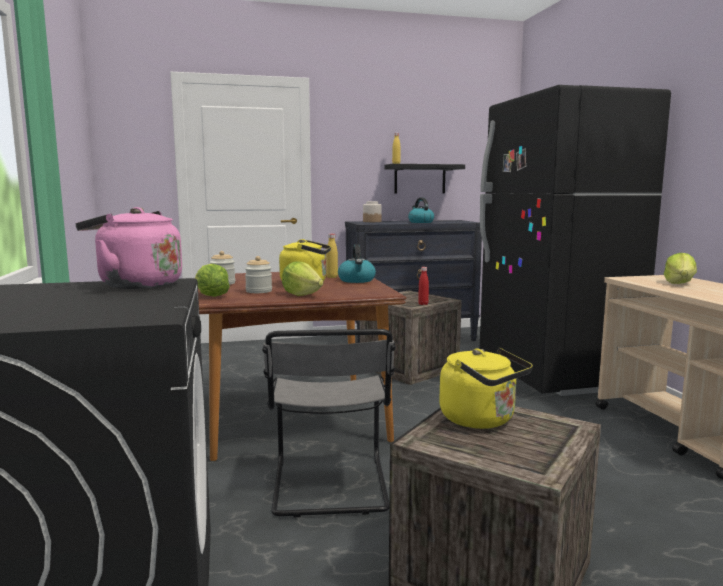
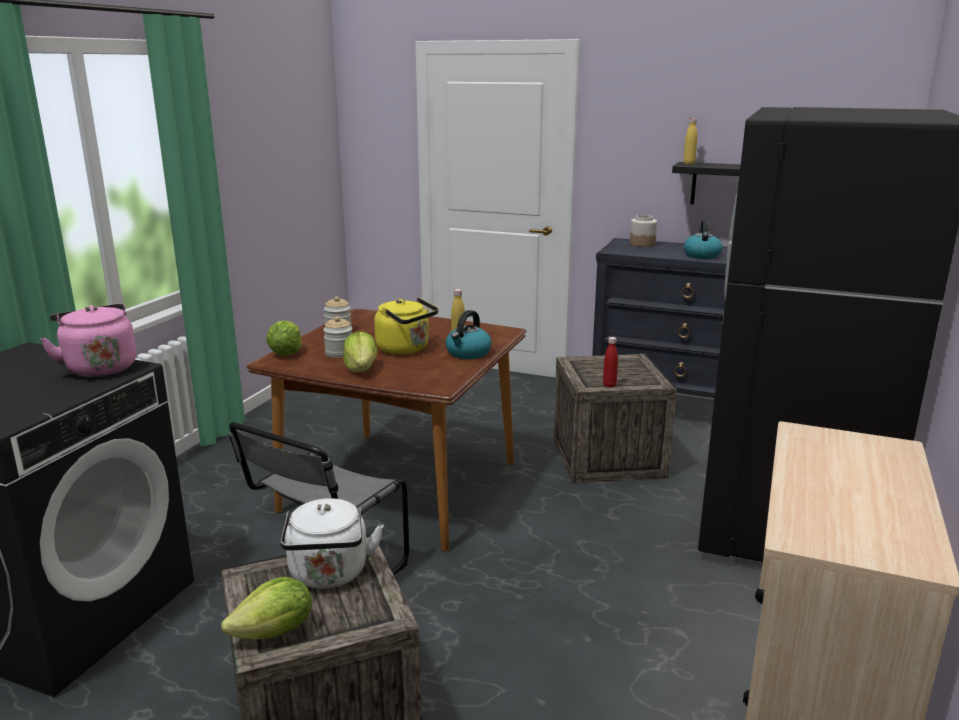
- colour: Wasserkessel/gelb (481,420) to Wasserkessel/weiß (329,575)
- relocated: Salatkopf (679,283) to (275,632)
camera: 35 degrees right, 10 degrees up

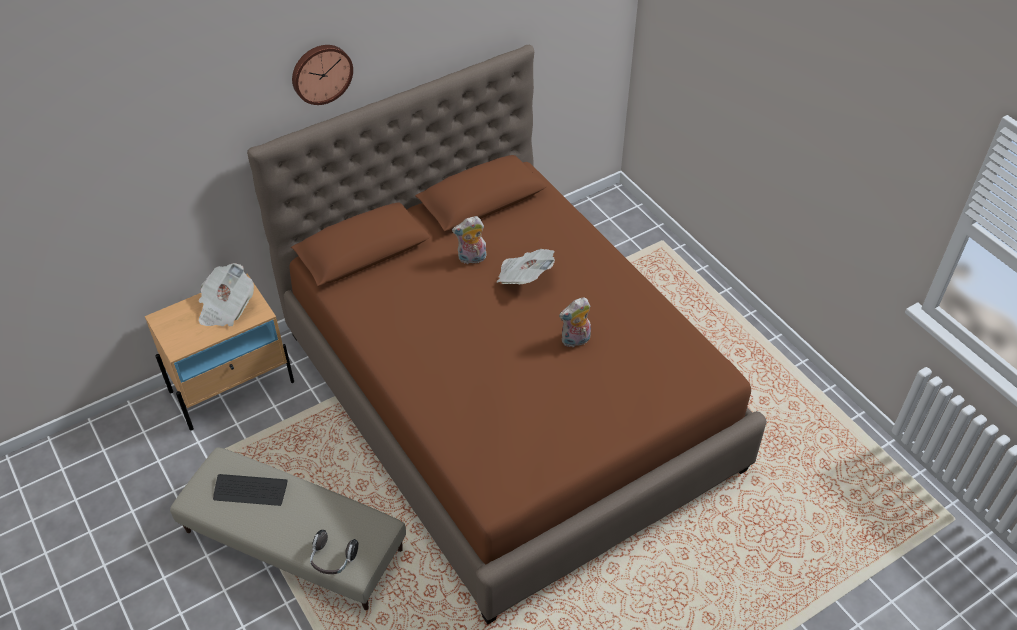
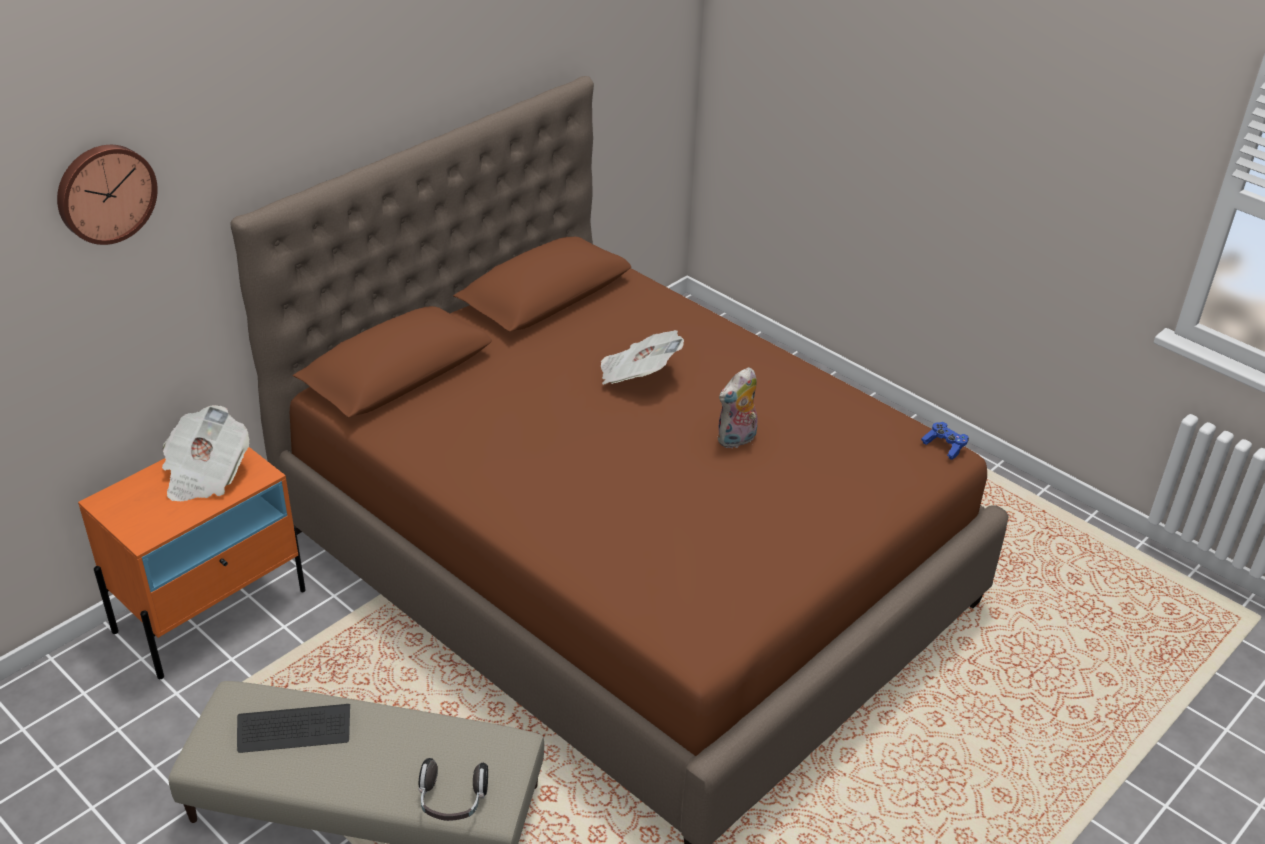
- colour: Nachttisch/beige (232,386) to Nachttisch/orange (211,610)
- relocated: Wanduhr (321,73) to (105,192)
- missing: Plüschtier (471,259)
- appeared: Gamepad/blau (944,446)
camera: 15 degrees left, 10 degrees down

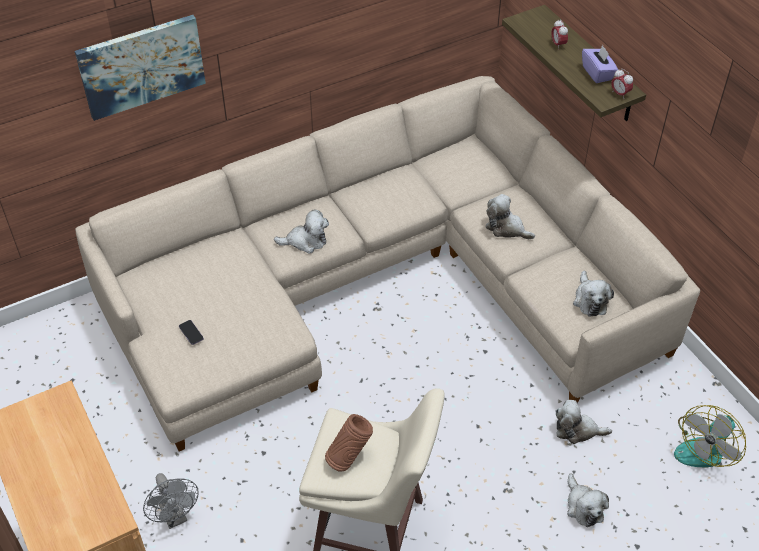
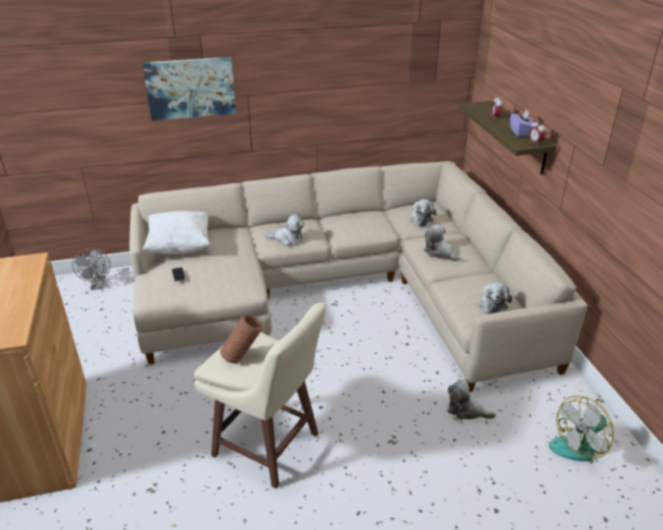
- relocated: Ventilator/grau (175,517) to (98,286)
- relocated: Plüschtier (583,506) to (421,219)
- appeared: Kissen/weiß (180,246)
camera: 15 degrees right, 15 degrees down

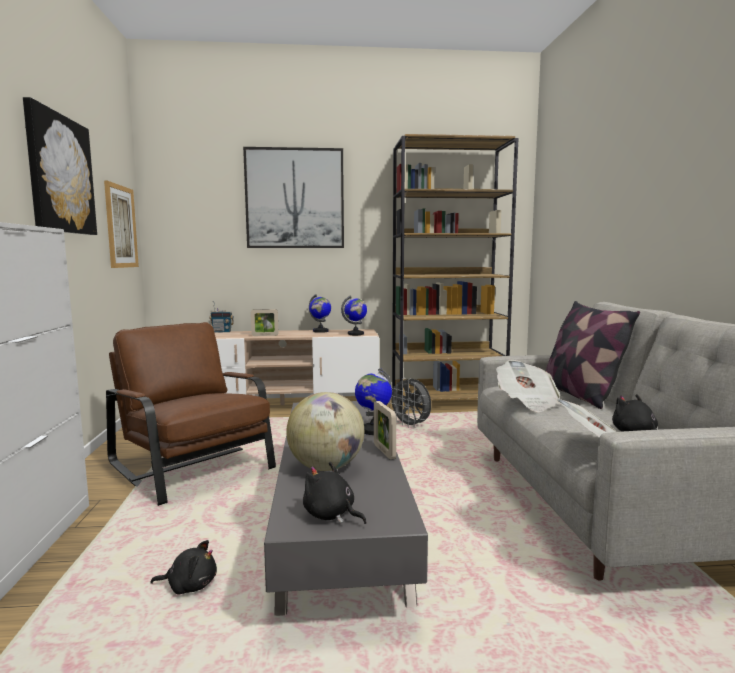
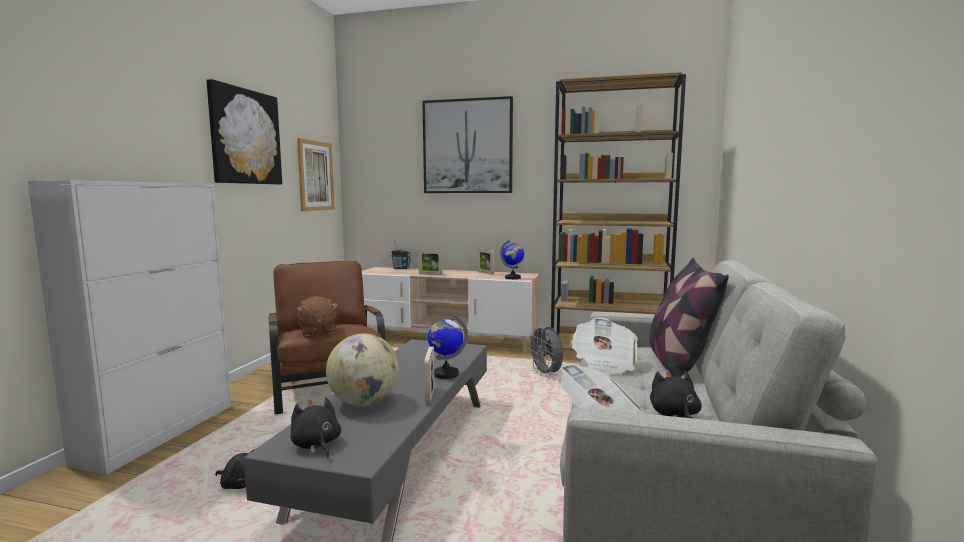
- exchanged: Globus (320,331) to Bilderrahmen (485,273)
- appeared: Plüschtier/braun (317,331)
camera: 20 degrees right, 0 degrees up

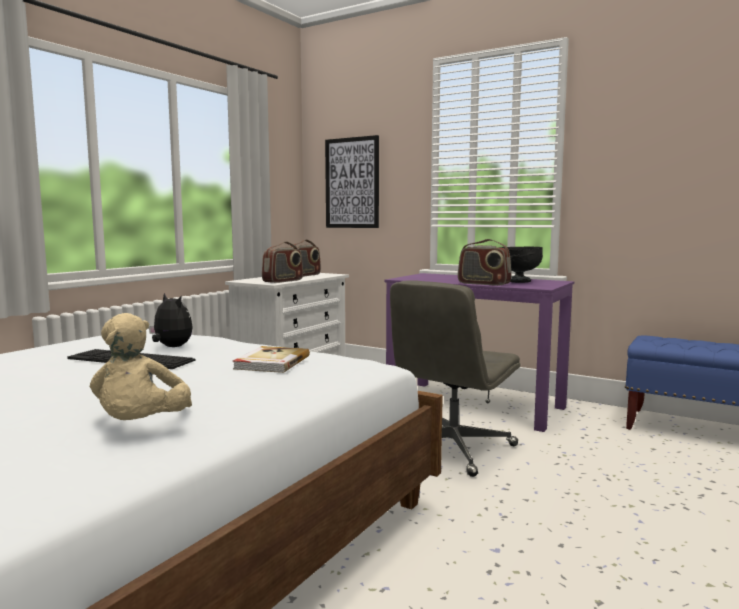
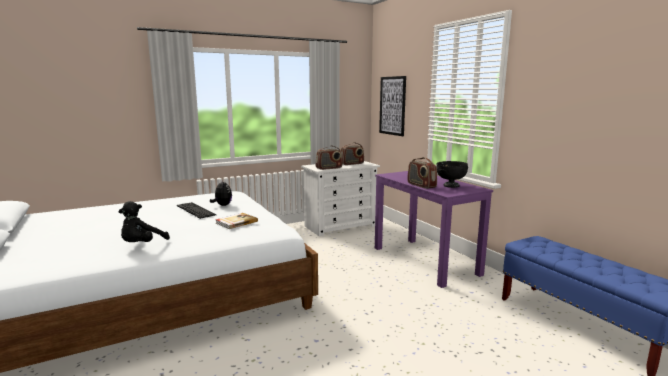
- colour: Plüschtier/beige (141,427) to Plüschtier/schwarz (142,245)
- missing: Bürostuhl/grau (452,449)
camera: 30 degrees right, 5 degrees up

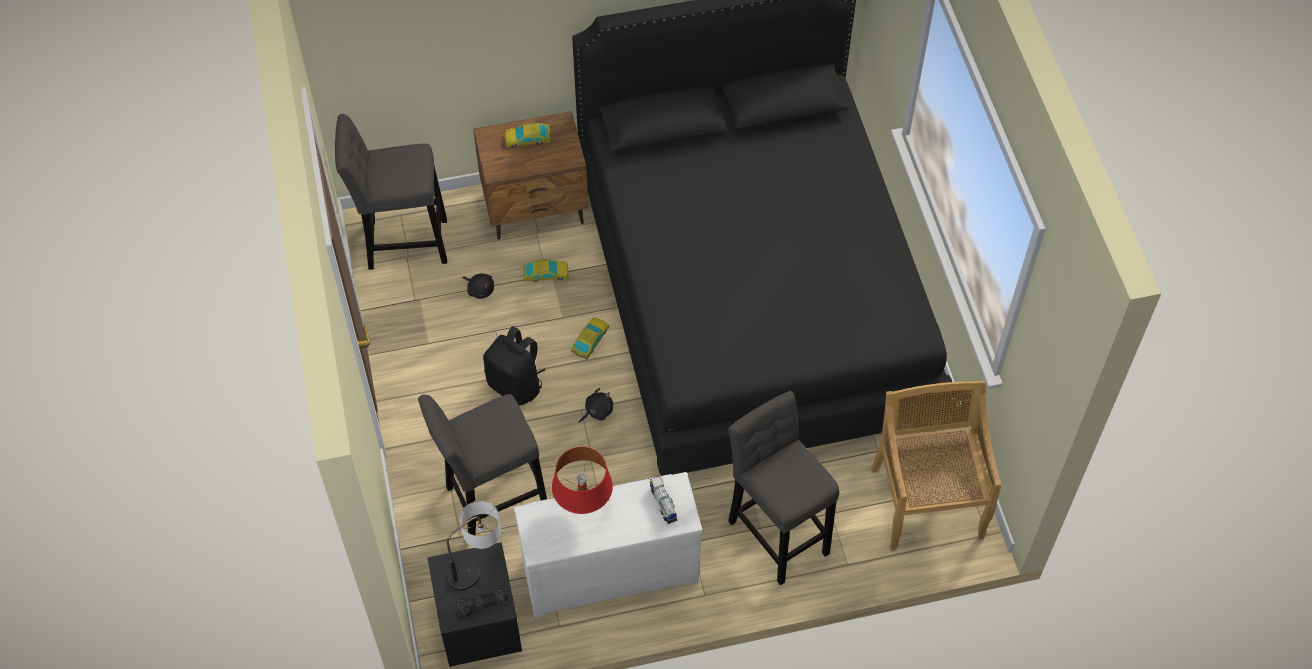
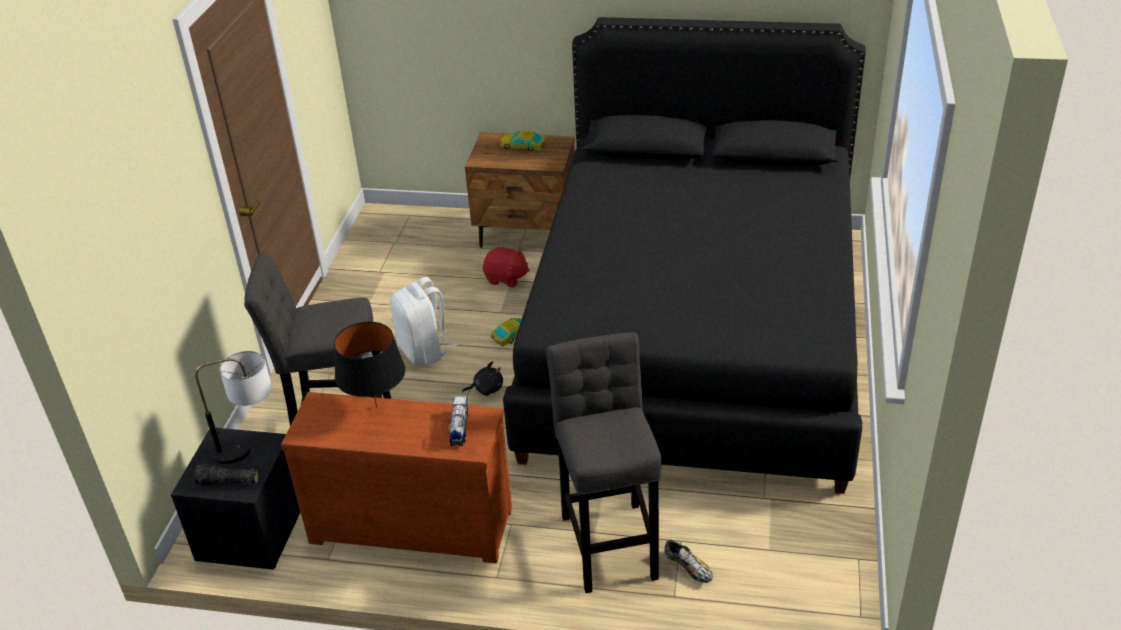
- missing: Hocker/grau (402,243)
- missing: Plüschtier/schwarz (480,290)
- colour: Rucksack/schwarz (516,385) to Rucksack/weiß (424,350)
- colour: Kommode/weiß (609,567) to Kommode/braun (412,521)
- exchanged: Spielzeugauto (546,273) to Plüschtier/rot (506,278)
- colour: Tischlampe/rot (583,505) to Tischlampe/schwarz (376,407)
- missing: Stuhl/beige (926,500)
- appeared: Schuh (688,568)
camera: 25 degrees right, 20 degrees down

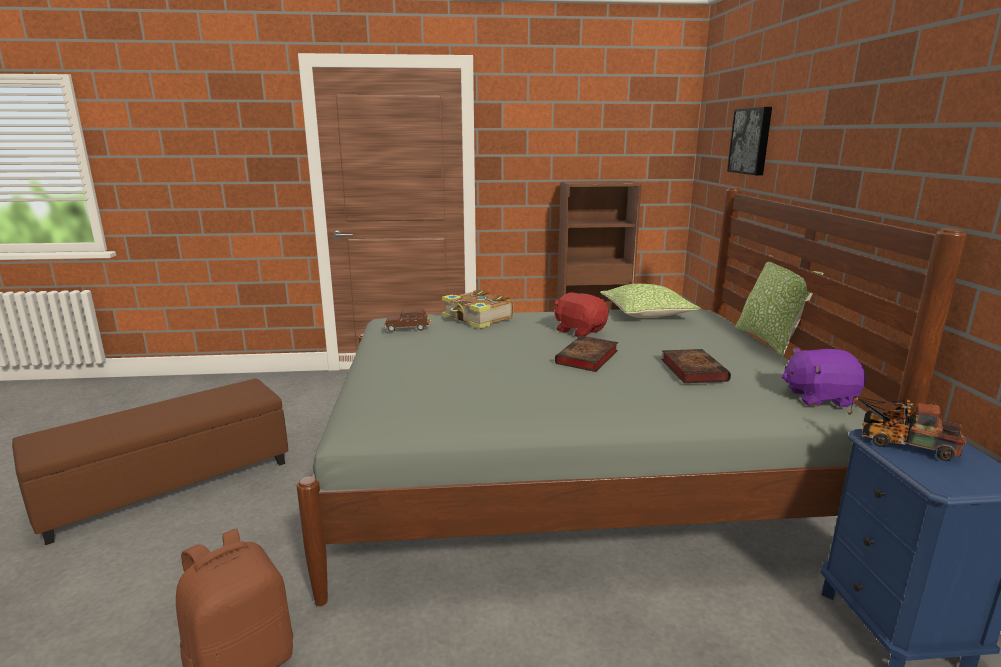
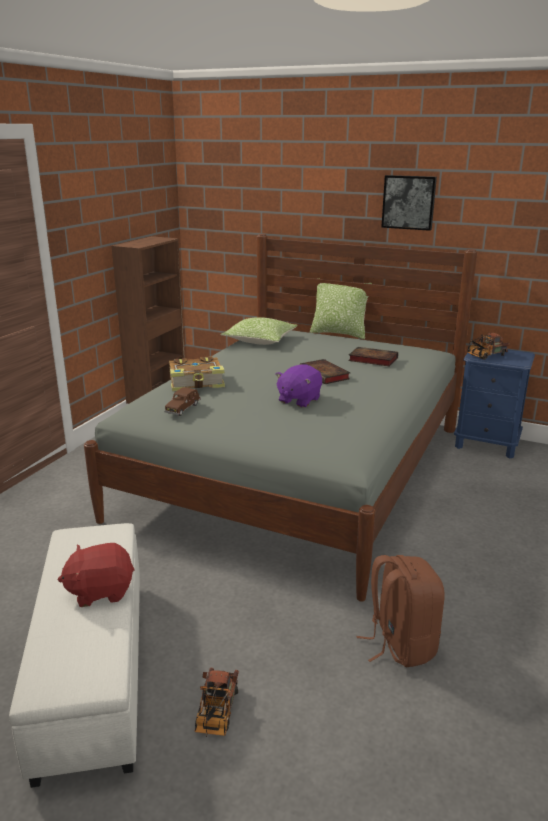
- colour: Polsterhocker/braun (169,485) to Polsterhocker/weiß (95,670)
- relocated: Plüschtier/rot (579,331) to (100,591)
- relocated: Bild (751,141) to (409,202)
- relocated: Plüschtier/lila (818,397) to (298,400)
- appeared: Spielzeuglaster (216,714)
camera: 60 degrees left, 5 degrees up

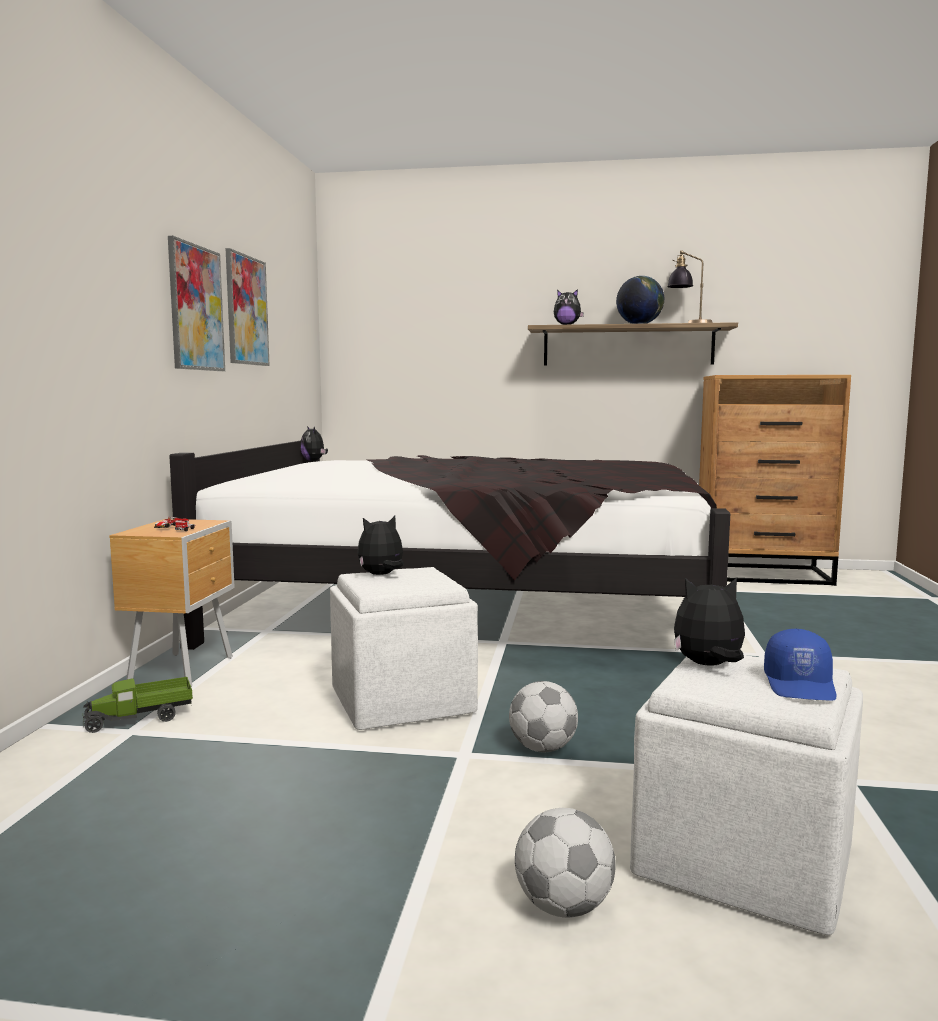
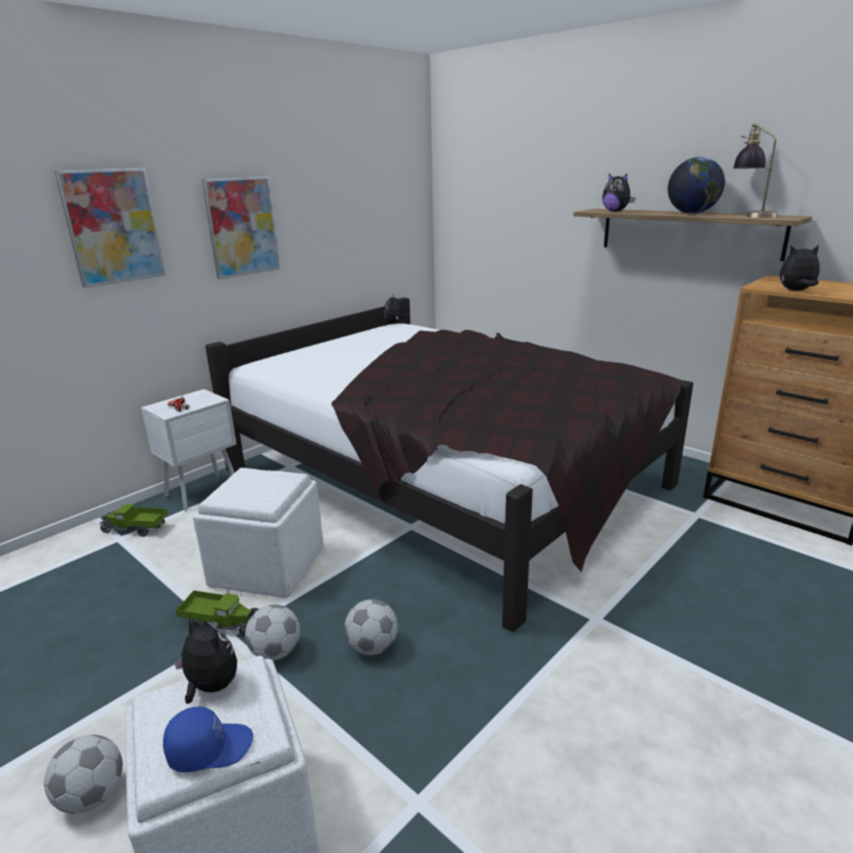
- colour: Nachttisch/braun (184,670) to Nachttisch/weiß (204,492)
- relocated: Bild (246,310) to (113,226)
- relocated: Plüschtier (381,575) to (796,291)
- spun: Kappe/blau (801,685) = (210,747) 150 degrees counterclockwise
- appeared: Spielzeuglaster (222,623)
- appeared: Fußball (372,647)
camera: 35 degrees right, 15 degrees up

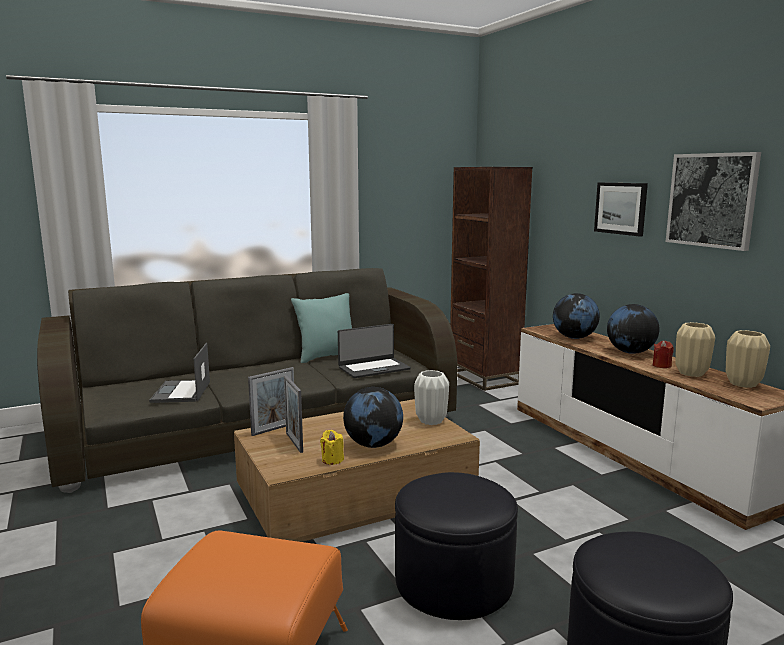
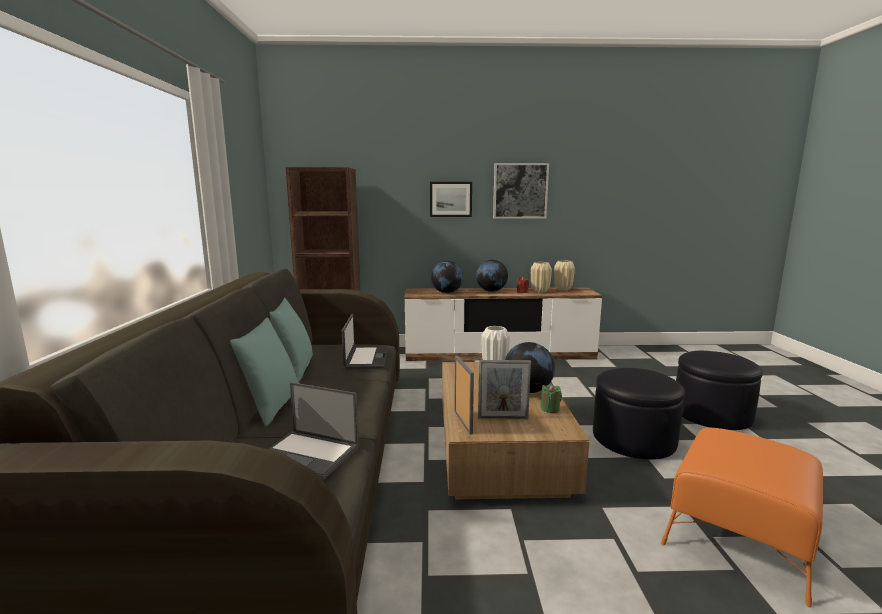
- colour: Kerze/gelb (332,460) to Kerze/grün (550,409)
- appeared: Kissen/türkis (272,406)
camera: 65 degrees left, 0 degrees up

